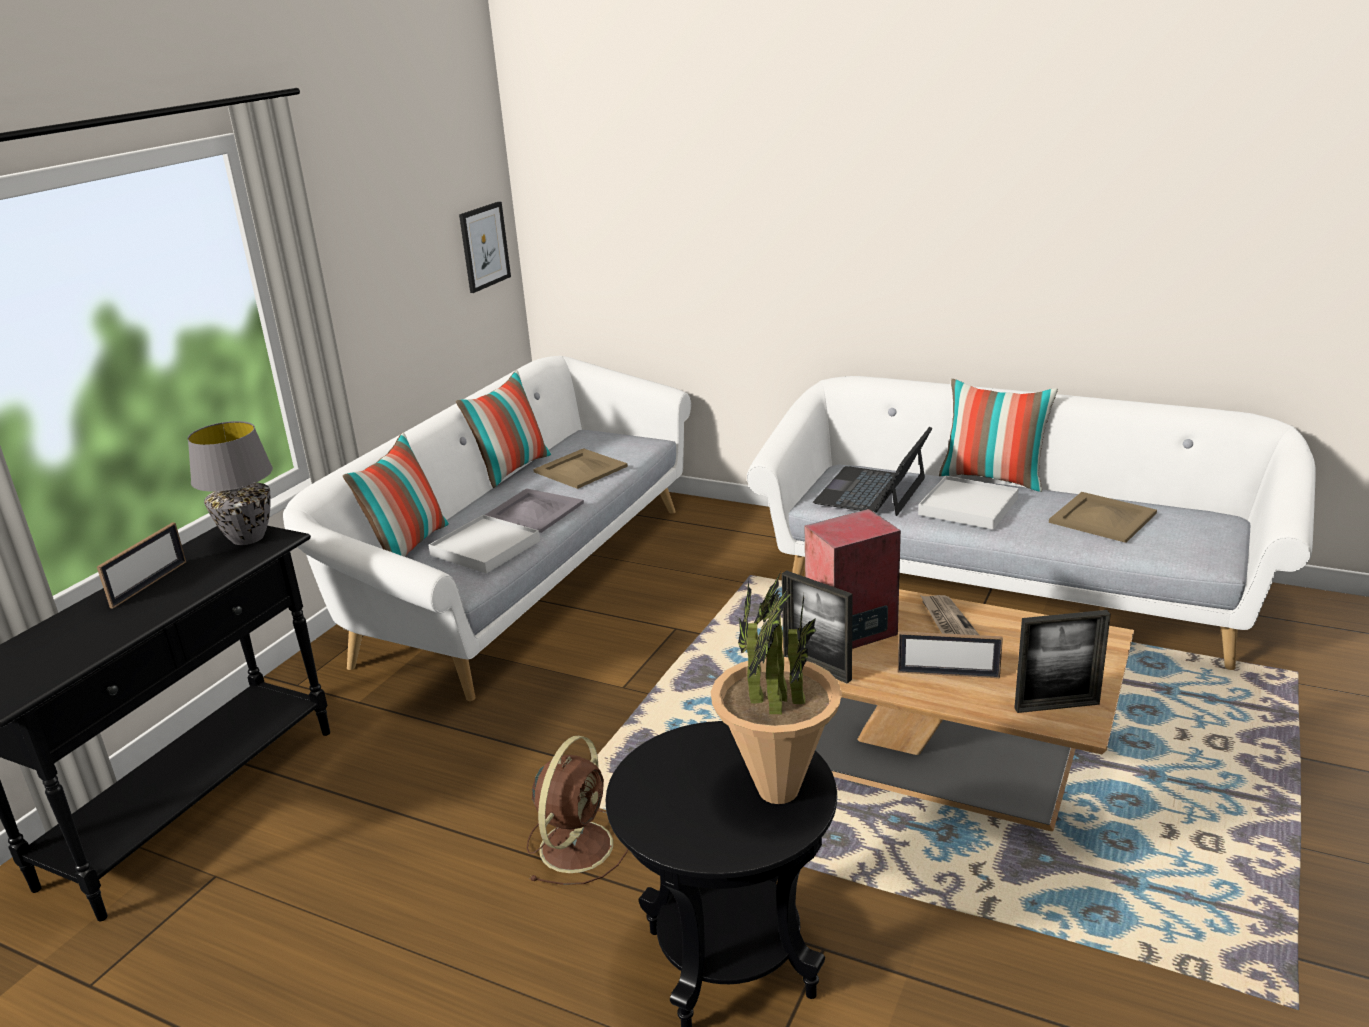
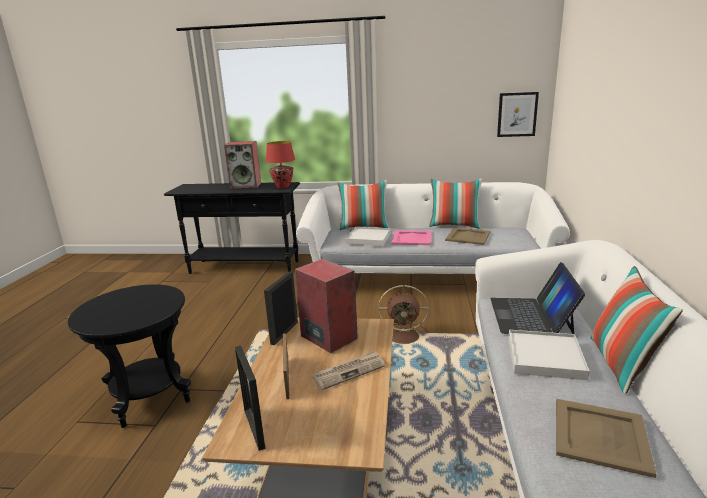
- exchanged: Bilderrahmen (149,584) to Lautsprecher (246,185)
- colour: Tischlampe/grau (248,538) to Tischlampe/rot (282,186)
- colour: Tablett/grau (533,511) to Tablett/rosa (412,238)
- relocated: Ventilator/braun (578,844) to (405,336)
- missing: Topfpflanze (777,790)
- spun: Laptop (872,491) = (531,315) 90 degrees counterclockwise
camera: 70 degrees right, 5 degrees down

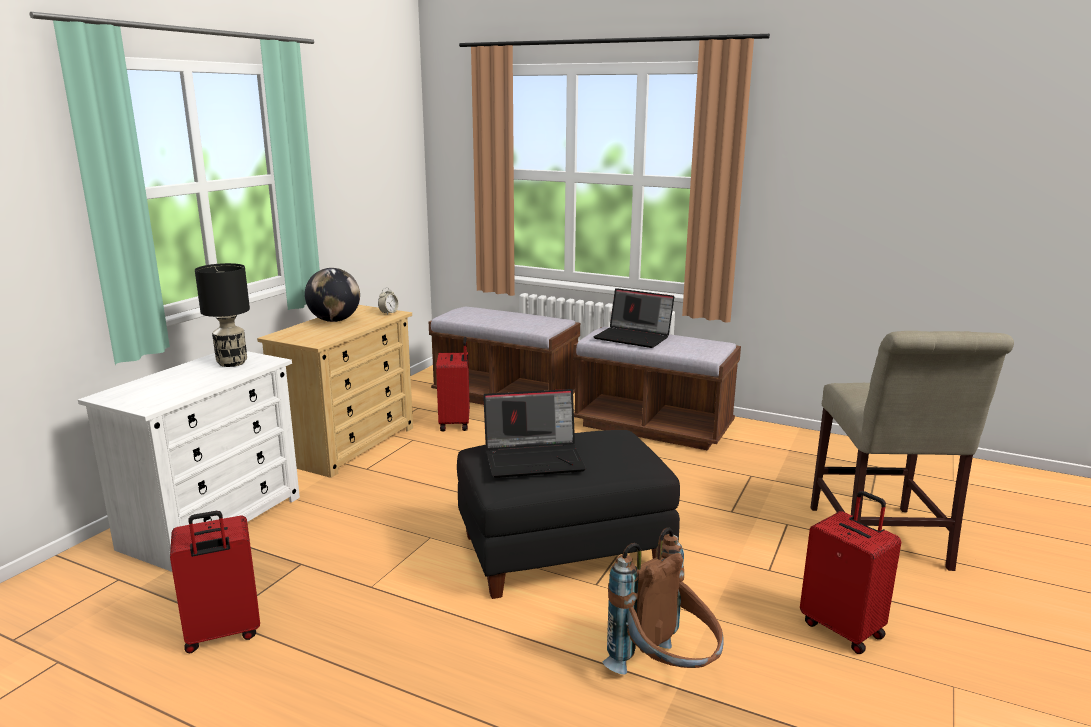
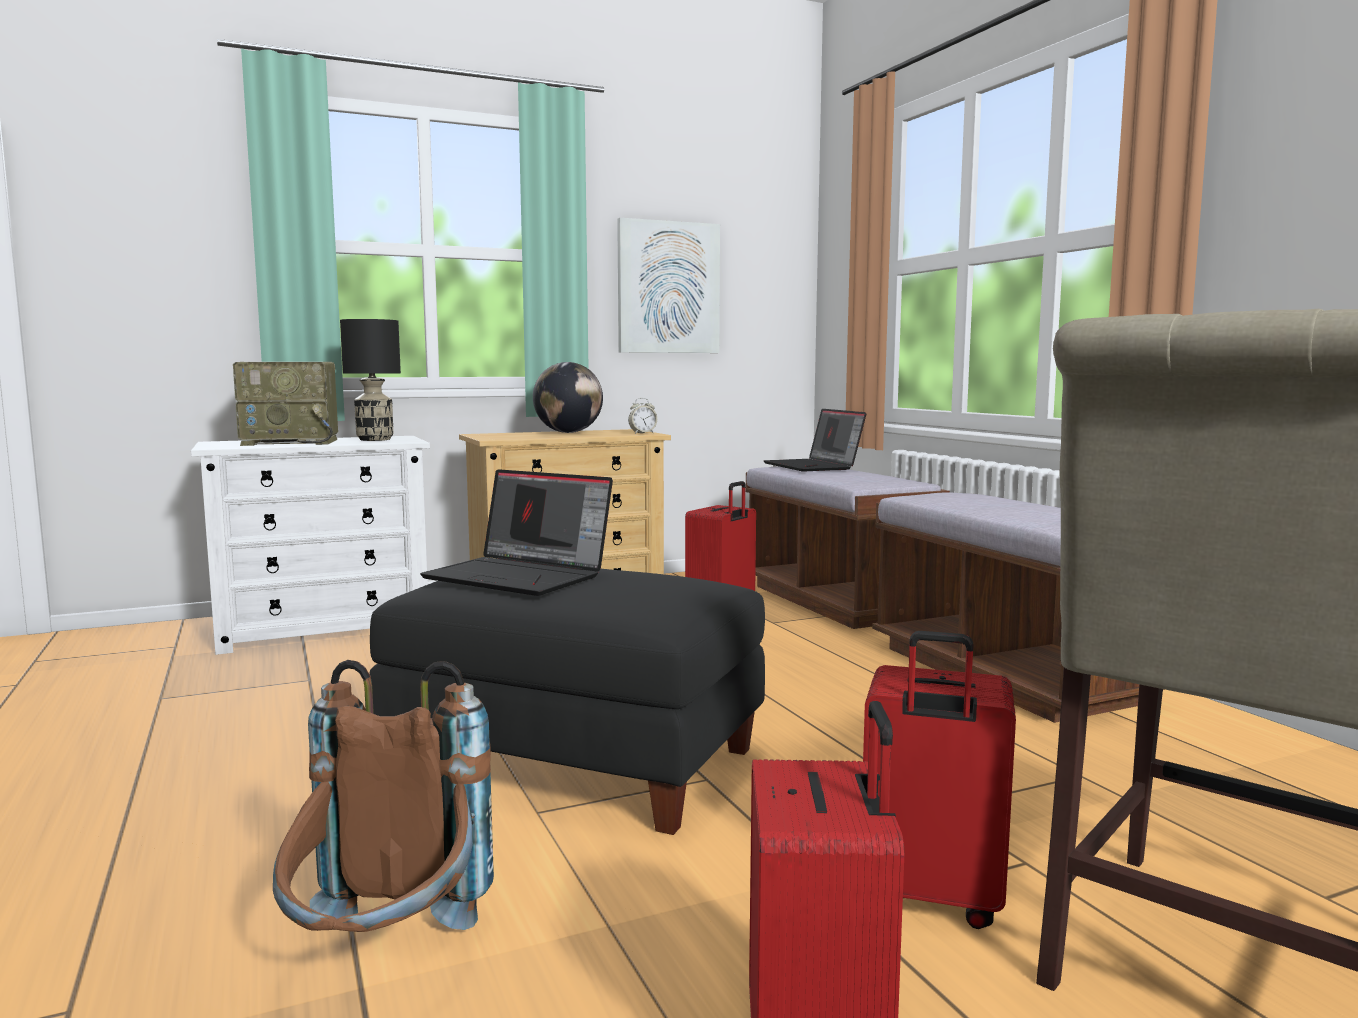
- relocated: Koffer/rot (223,634) to (928,900)
- relocated: Laptop (634,337) to (814,466)
- appeared: Radio (293,442)
- appeared: Bild (668,288)
camera: 40 degrees right, 10 degrees down

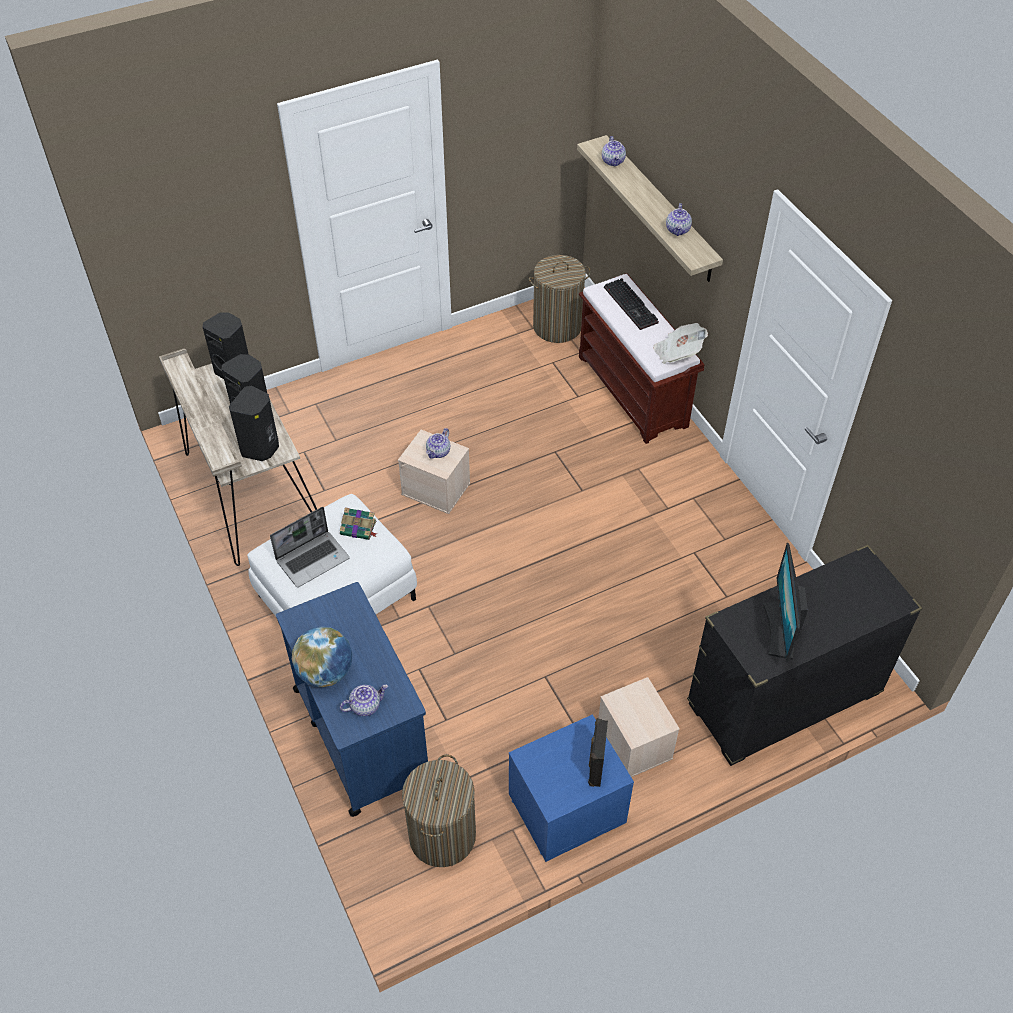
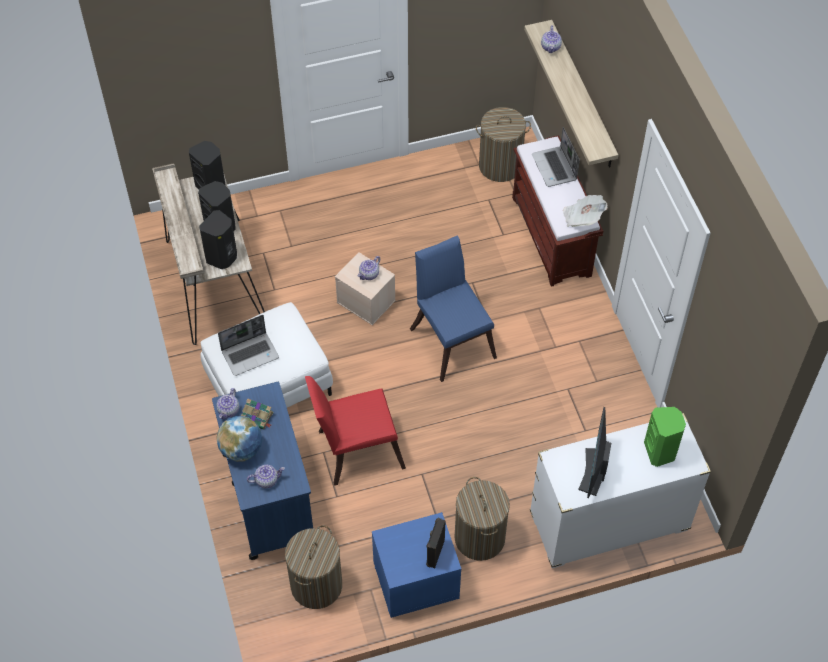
- relocated: Buch (359,528) to (257,417)
- exchanged: Aufbewahrungsbox/beige (633,742) to Wäschekorb (479,537)
- exchanged: Tastatur (632,305) to Laptop (555,168)
- relocated: Teekanne (678,230) to (229,410)
- colour: Kommode/schwarz (783,700) to Kommode/weiß (608,523)
- appeared: Stuhl/rot (355,450)
- appeared: Stuhl/blau (451,338)
- appeared: Lautsprecher/grün (660,451)
camera: 10 degrees right, 5 degrees up

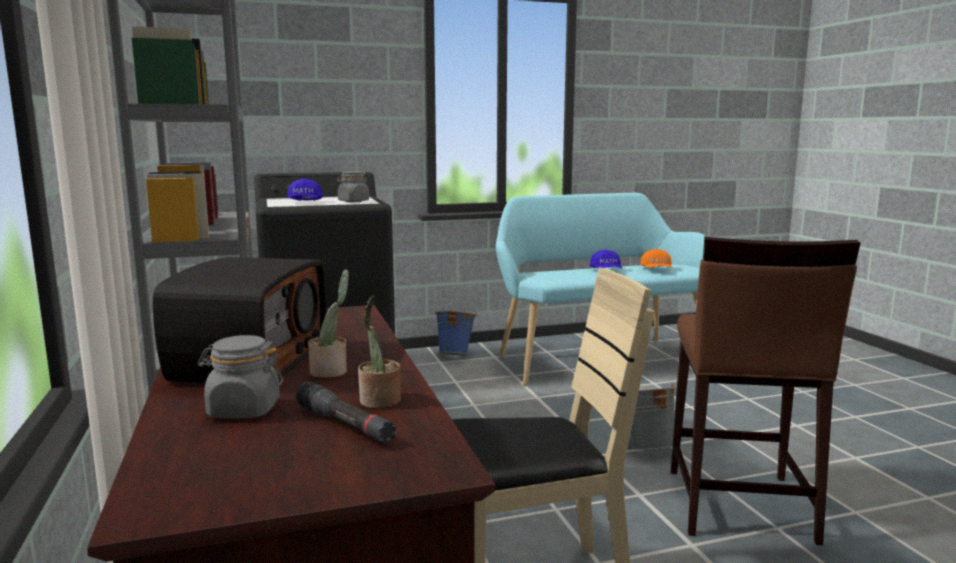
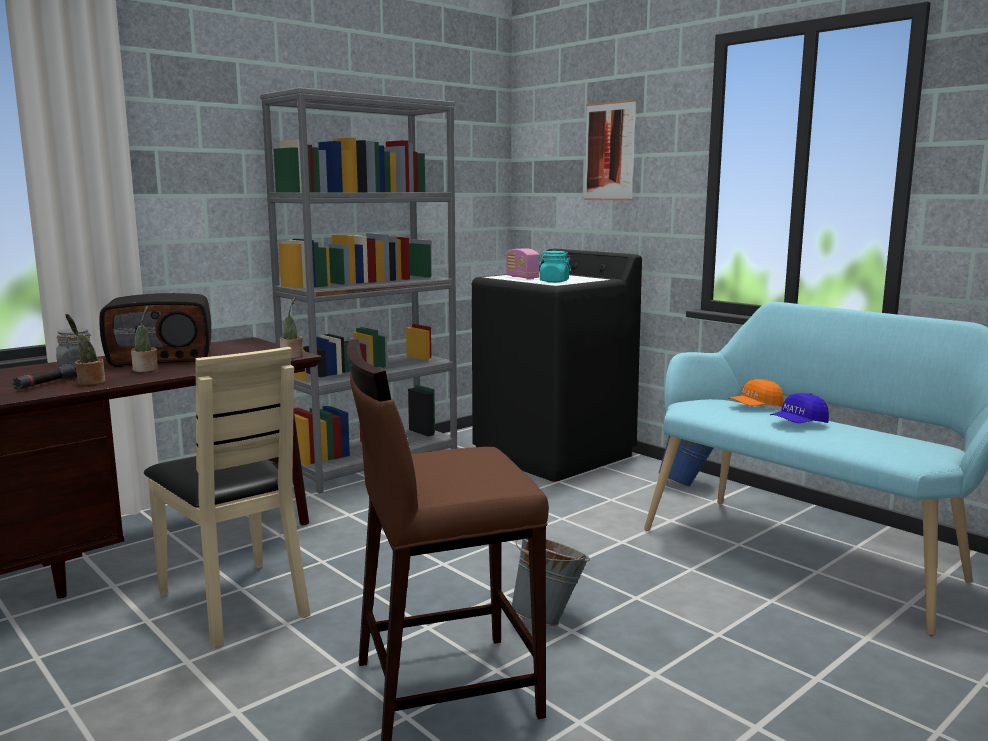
- exchanged: Kappe/blau (304,202) to Radio (522,277)
- colour: Vorratsglas/grau (353,201) to Vorratsglas/türkis (554,281)
- relocated: Kappe/orange (656,270) to (755,407)
- appeared: Topfpflanze (292,356)
- appeared: Bild (610,151)
camera: 65 degrees right, 0 degrees up

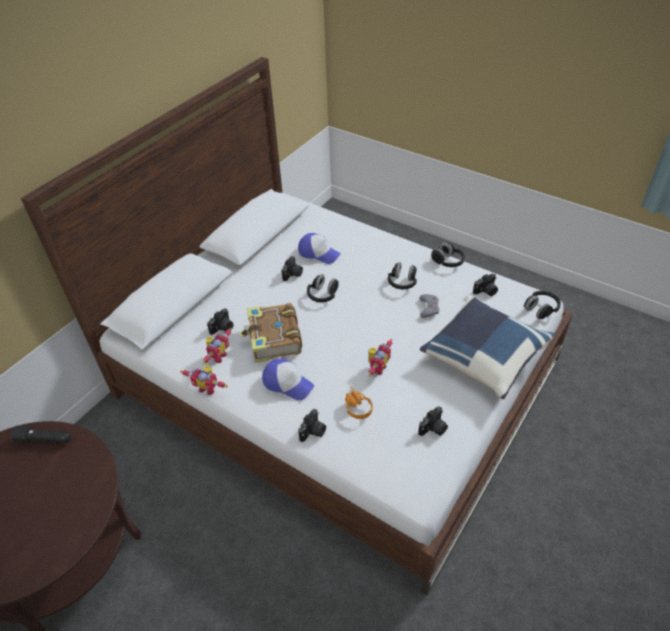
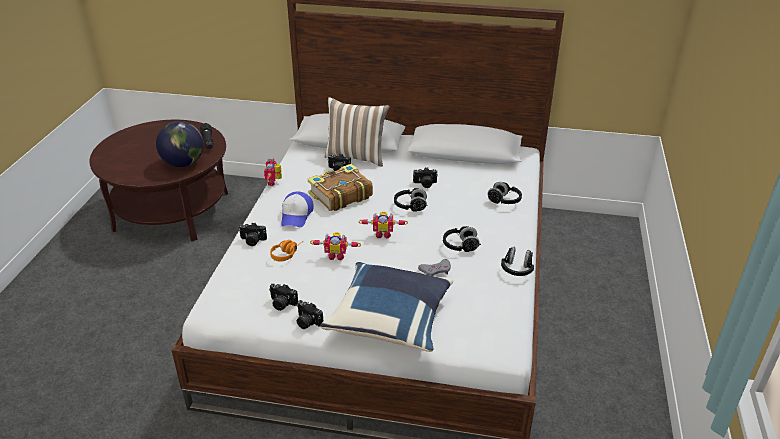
- relocated: Spielzeugroboter (217,356) to (383,234)
- missing: Kappe (319,253)
- relocated: Kamera (486,291) to (307,322)
- relocated: Kopfhörer/schwarz (540,309) to (504,201)
- appeared: Globus (184,163)
- appeared: Kissen (356,156)
camera: 65 degrees right, 10 degrees down

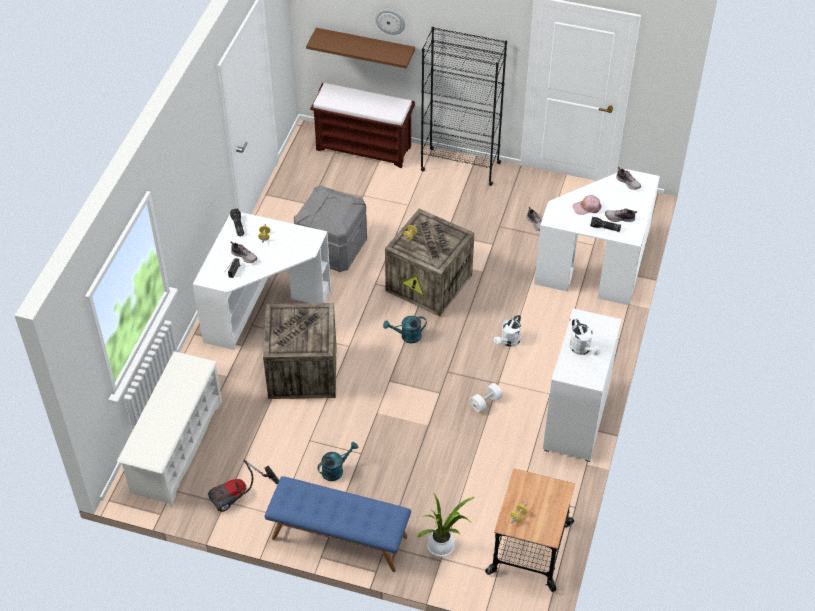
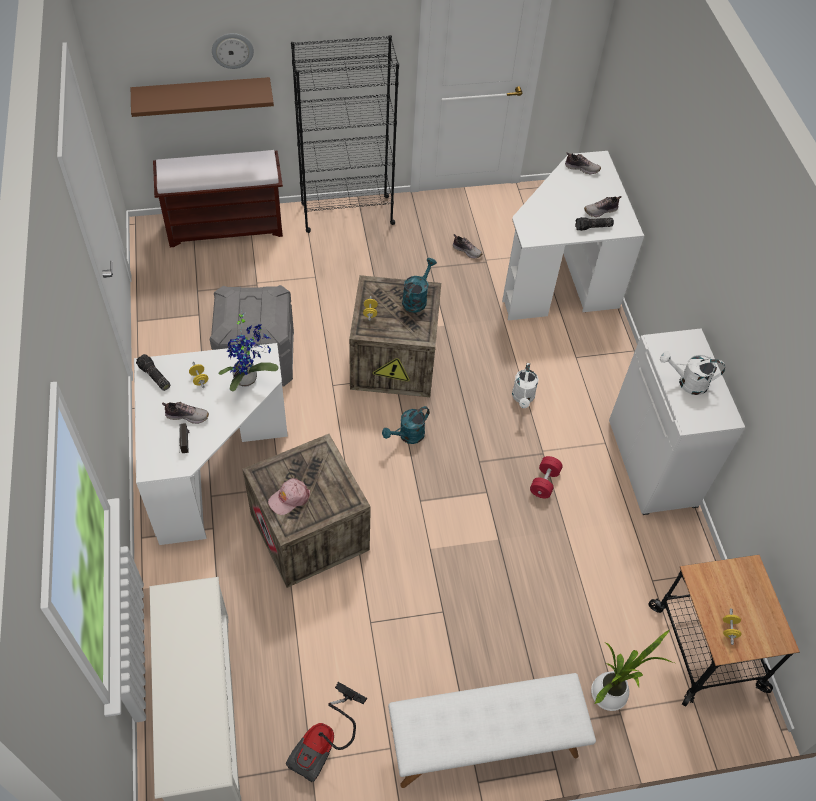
- colour: Bank/blau (339,538) to Bank/weiß (484,743)
- relocated: Gießkanne/türkis (336,470) to (416,299)
- colour: Hantel/weiß (485,402) to Hantel/rot (544,482)
- spun: Gießkanne/weiß (582,349) = (687,383) 150 degrees clockwise
- relocated: Kappe/rosa (587,207) to (289,498)
- appeared: Topfpflanze (249,378)
camera: 30 degrees left, 5 degrees up

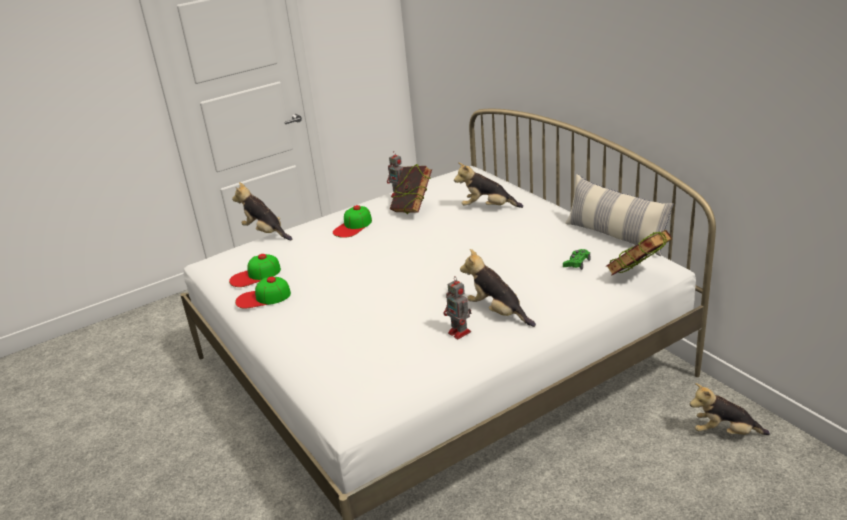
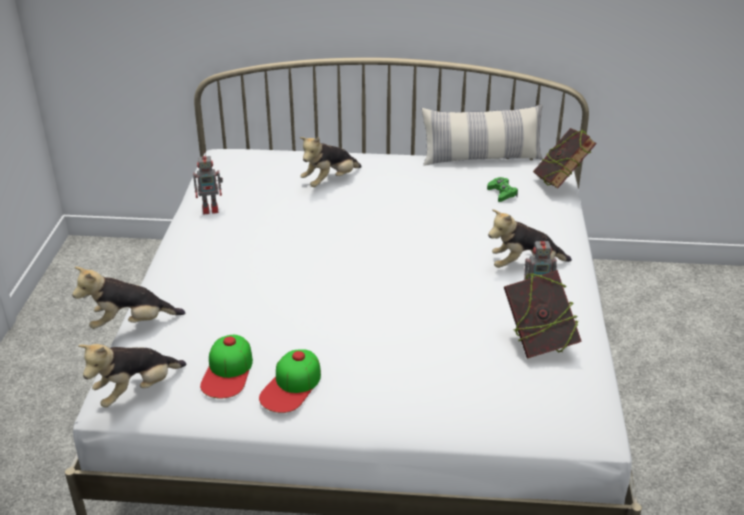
- missing: Kappe (353,226)
- relocated: Buch (413,210) to (538,343)
- relocated: Plüschtier (724,432) to (136,391)
camera: 55 degrees left, 5 degrees up

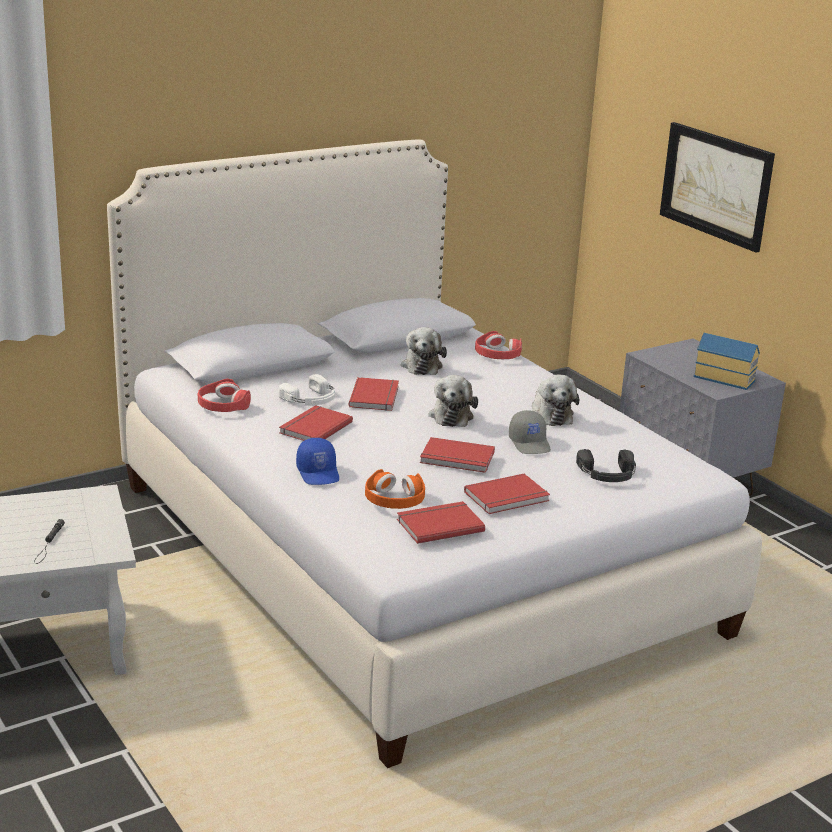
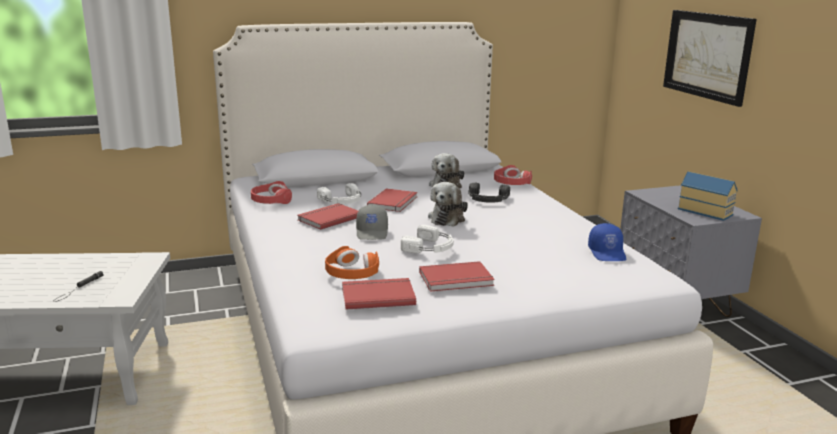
- relocated: Kappe/blau (319,473) to (607,253)
- exchanged: Buch/rot (457,459) to Kopfhörer/weiß (430,247)
- relocated: Kappe/grau (530,443) to (372,232)
- missing: Plüschtier (550,414)
- relocated: Kopfhörer/schwarz (607,474) to (487,199)
camera: 15 degrees right, 5 degrees down

